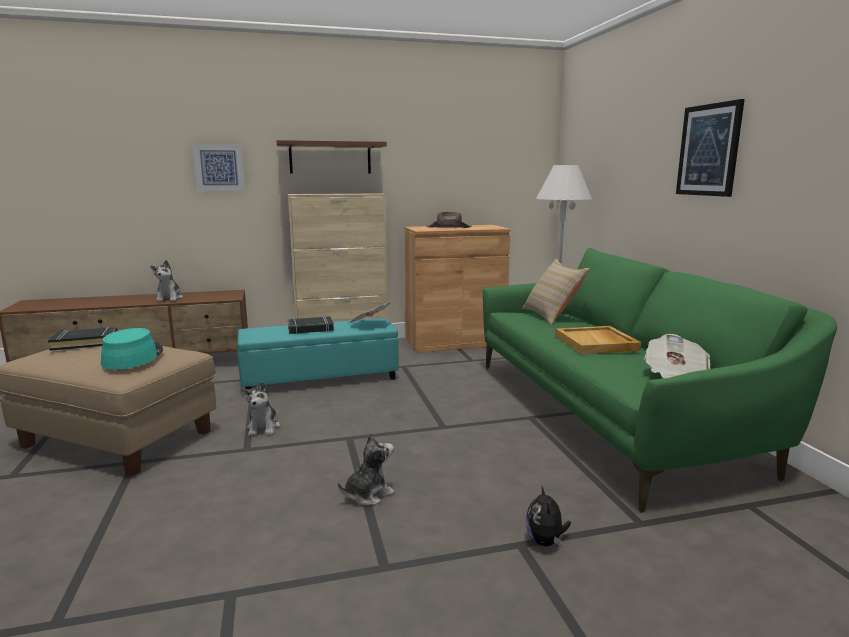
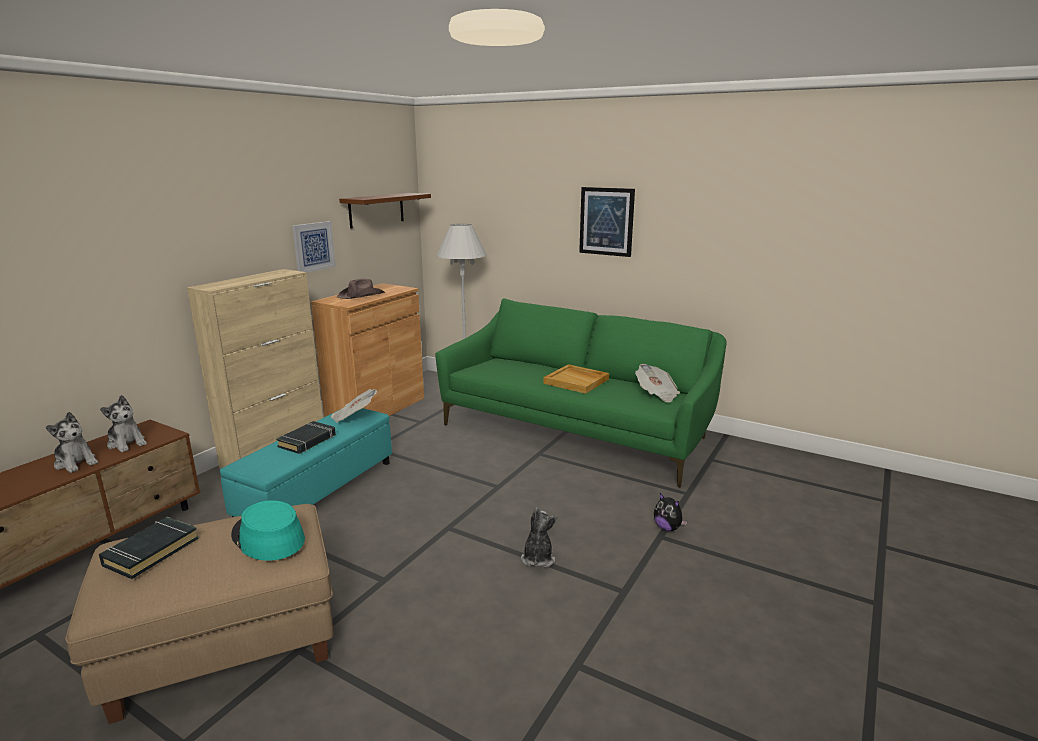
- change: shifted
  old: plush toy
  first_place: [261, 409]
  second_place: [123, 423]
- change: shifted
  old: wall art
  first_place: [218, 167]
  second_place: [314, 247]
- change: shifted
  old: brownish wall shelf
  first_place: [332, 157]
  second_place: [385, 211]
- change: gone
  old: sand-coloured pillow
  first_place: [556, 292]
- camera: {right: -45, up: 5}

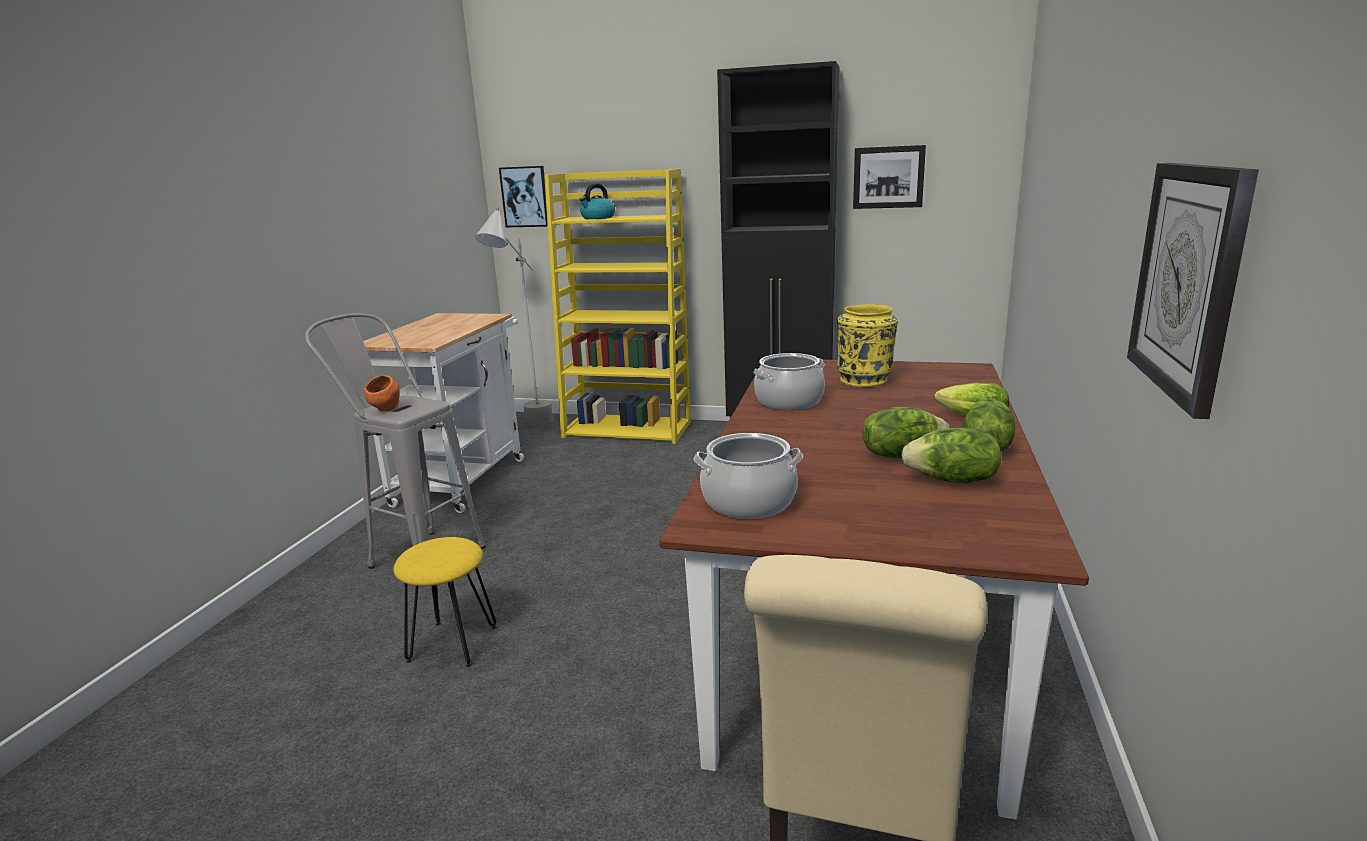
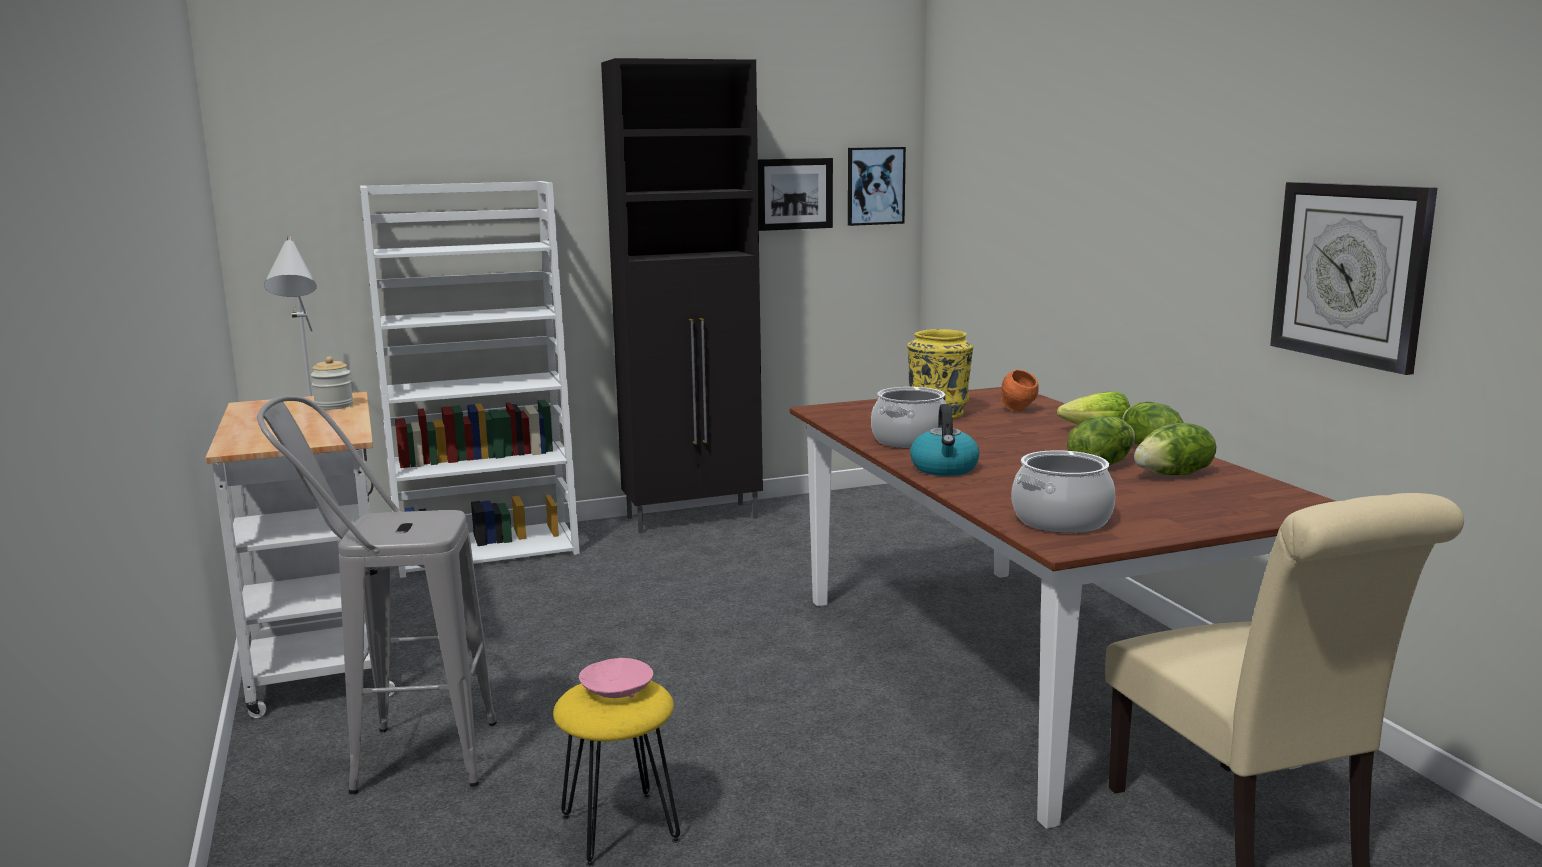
- change: new
  new: storage jar
  second_place: [332, 383]
- change: repainted
  old: yellow bookcase
  new: whitish bookcase
  first_place: [617, 306]
  second_place: [470, 379]
- change: new
  new: pinkish deep dish
  second_place: [616, 678]
- change: shifted
  old: wall art
  first_place: [523, 196]
  second_place: [877, 186]
- change: shifted
  old: tea kettle
  first_place: [597, 201]
  second_place: [944, 440]
- change: shifted
  old: orange-coloured deep dish
  first_place: [382, 393]
  second_place: [1020, 390]
- camera: {right: -35, up: -5}

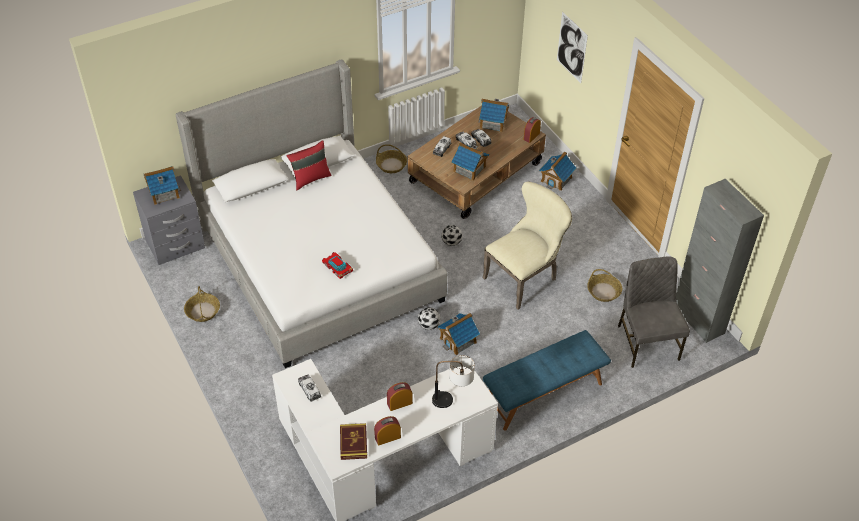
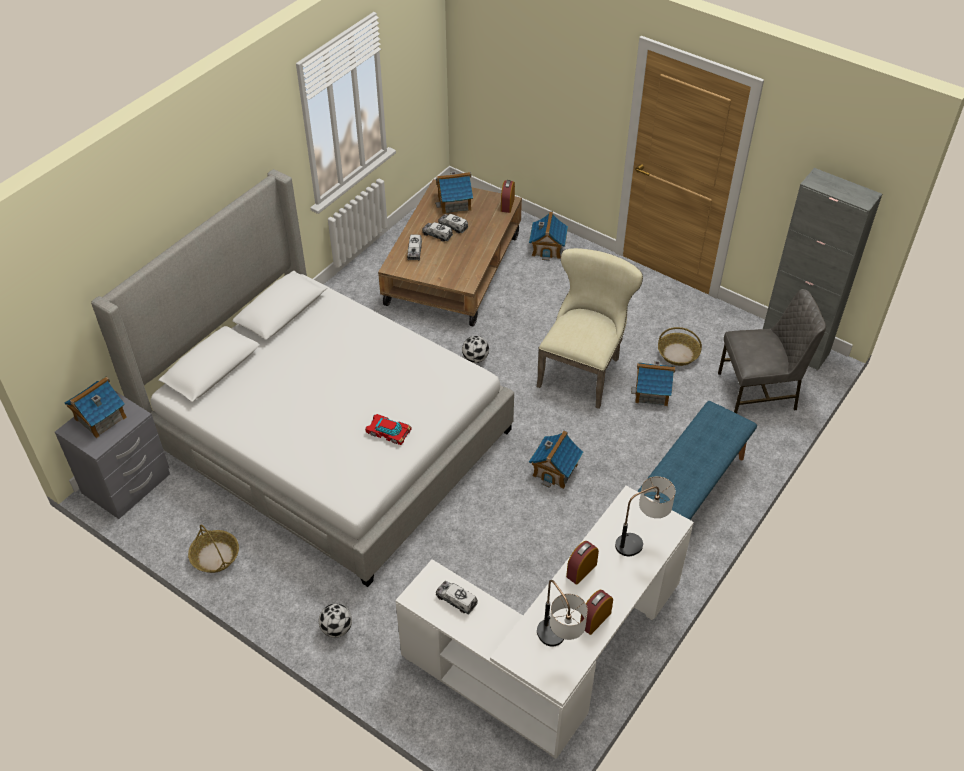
- change: shifted
  old: football ball
  first_place: [429, 318]
  second_place: [335, 621]
- change: swapped
  old: volume
  new: lamp for a table
  first_place: [353, 441]
  second_place: [562, 613]
- change: shifted
  old: toy house
  first_place: [470, 161]
  second_place: [653, 383]
- change: rotated
  old: greyish upright chair
  first_place: [654, 312]
  second_place: [772, 351]
  degrees: 120
- change: gone
  old: red-coloured pillow
  first_place: [309, 165]
- change: gone
  old: household basket
  first_place: [391, 158]
- change: gone
  old: wall art
  first_place: [572, 47]
- camera: {right: -25, up: 0}

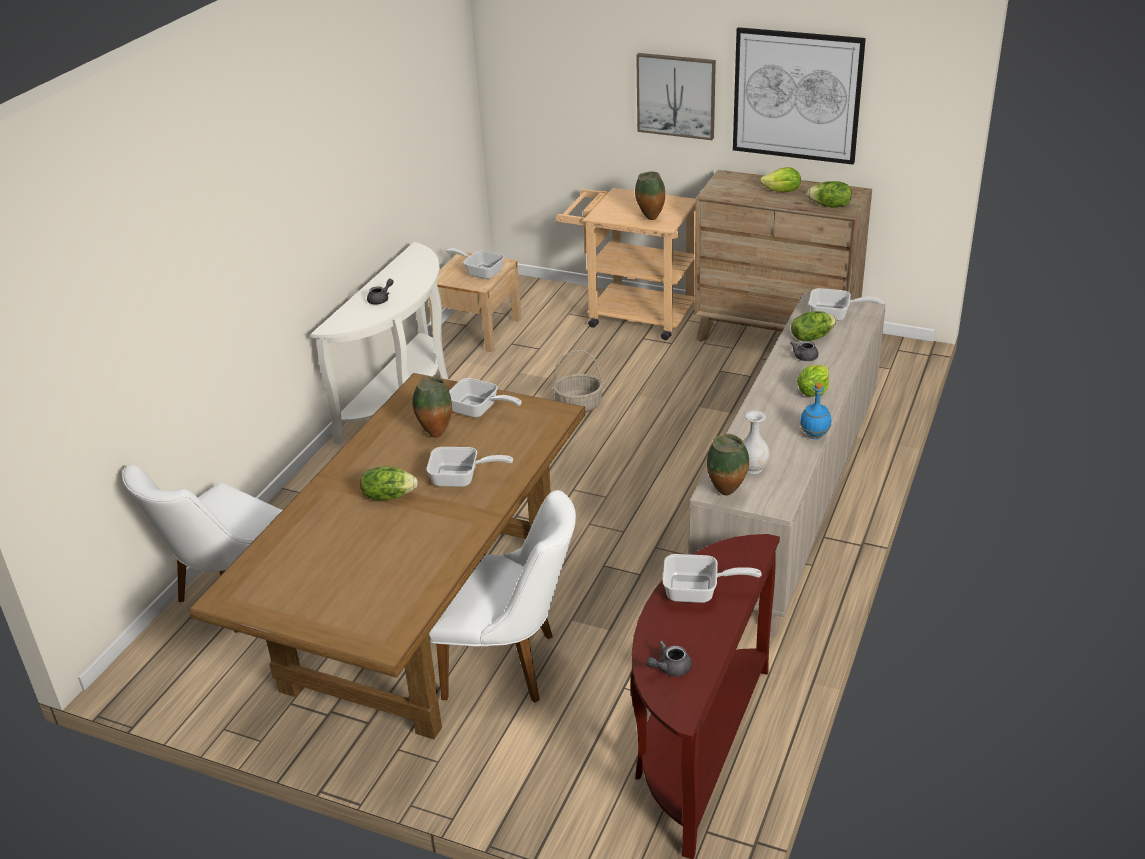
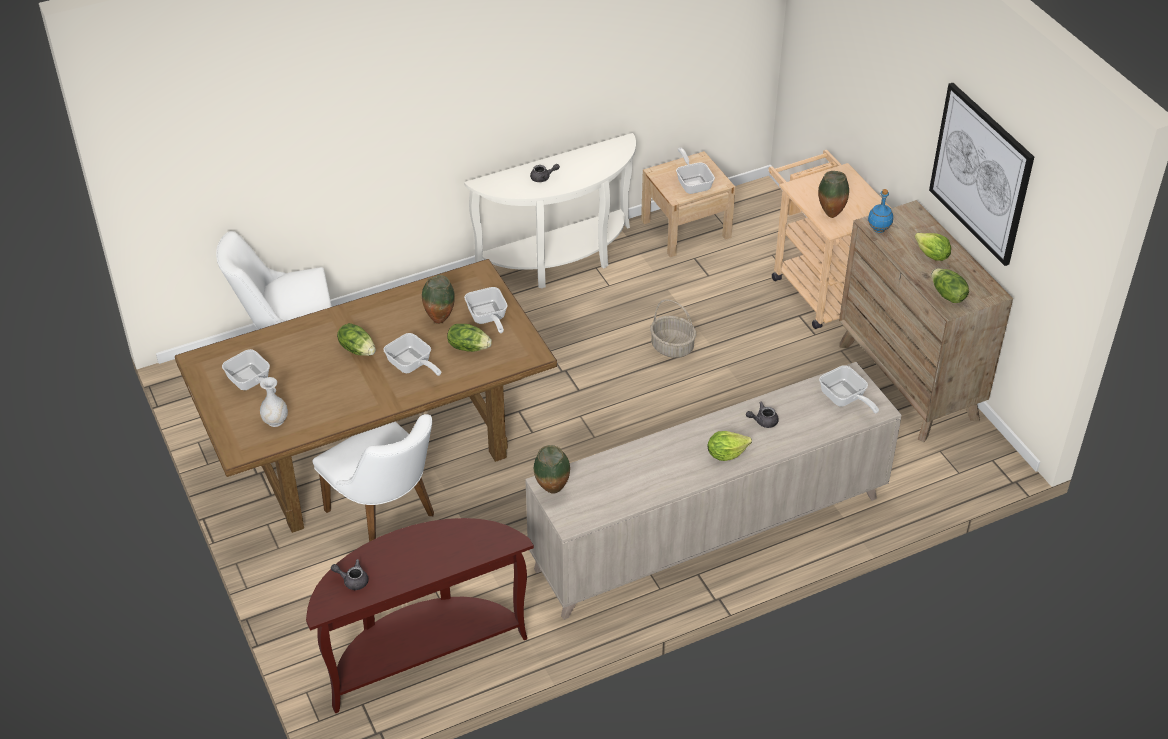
- change: shifted
  old: skillet
  first_place: [712, 578]
  second_place: [249, 371]
- change: shifted
  old: whitish decorative vase
  first_place: [756, 442]
  second_place: [274, 402]
- change: shifted
  old: lettuce head
  first_place: [813, 326]
  second_place: [469, 338]
- change: shifted
  old: bluish drink bottle
  first_place: [815, 411]
  second_place: [880, 211]
- change: gone
  old: wall art
  first_place: [676, 96]
- camera: {right: 40, up: 10}

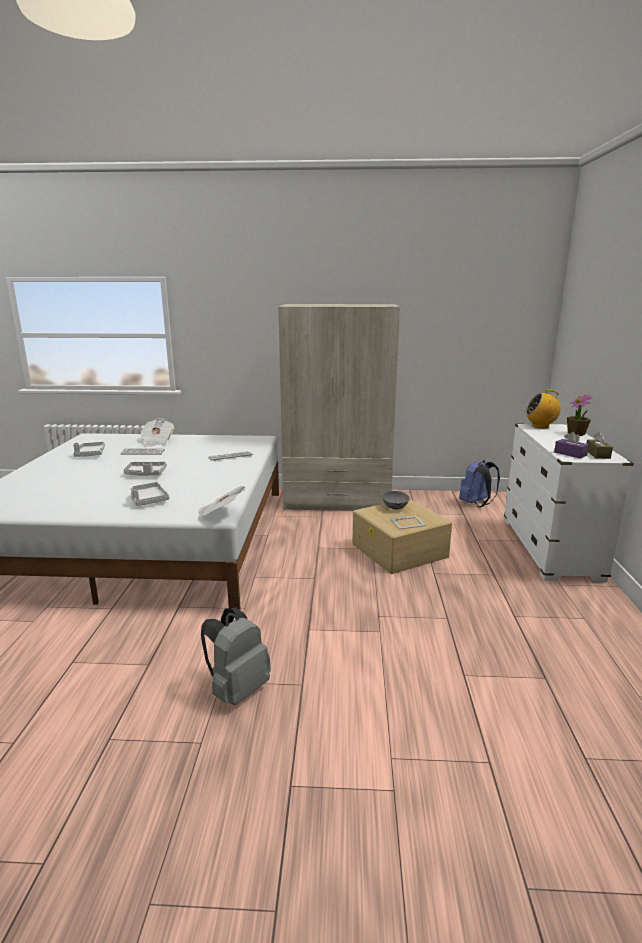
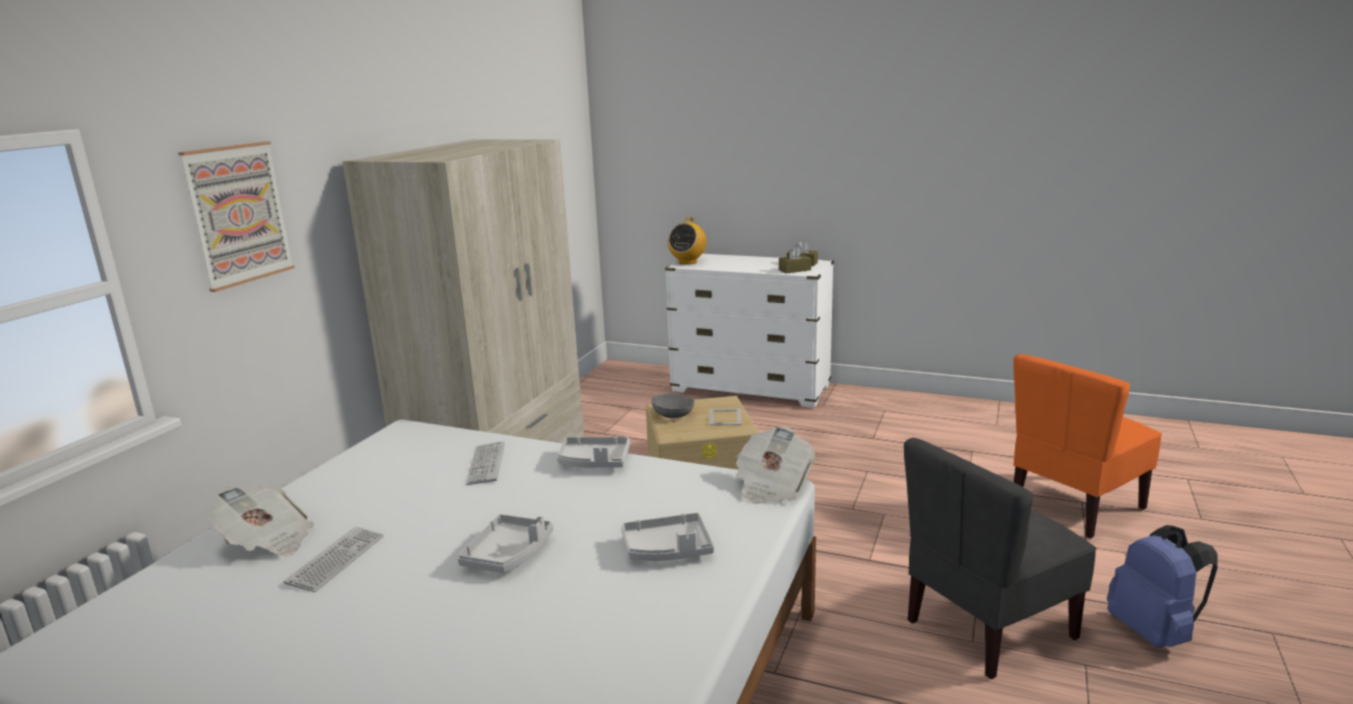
- change: new
  new: wall art
  second_place: [236, 216]
- change: shifted
  old: greyish serving tray
  first_place: [89, 449]
  second_place: [593, 452]
- change: repainted
  old: purple tissue box
  new: brownish tissue box
  first_place: [571, 445]
  second_place: [795, 260]
- change: swapped
  old: greyish rucksack
  new: greyish upright chair
  first_place: [236, 656]
  second_place: [1000, 558]
- change: new
  new: orange-coloured upright chair
  second_place: [1087, 446]
- change: shifted
  old: bluish rucksack
  first_place: [479, 483]
  second_place: [1162, 586]
- change: gone
  old: houseplant
  first_place: [579, 415]
- camera: {right: -70, up: 0}

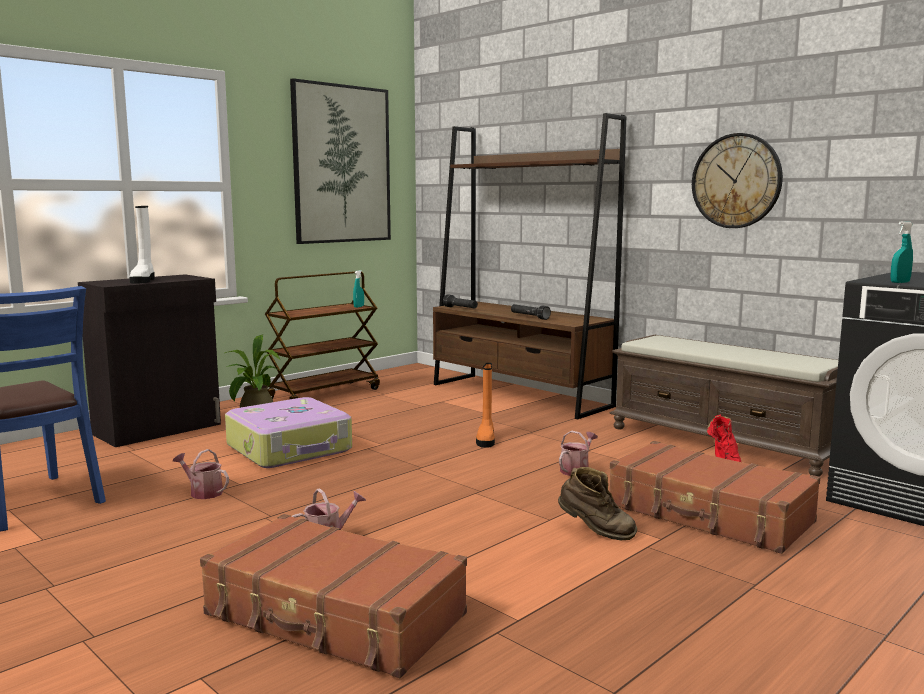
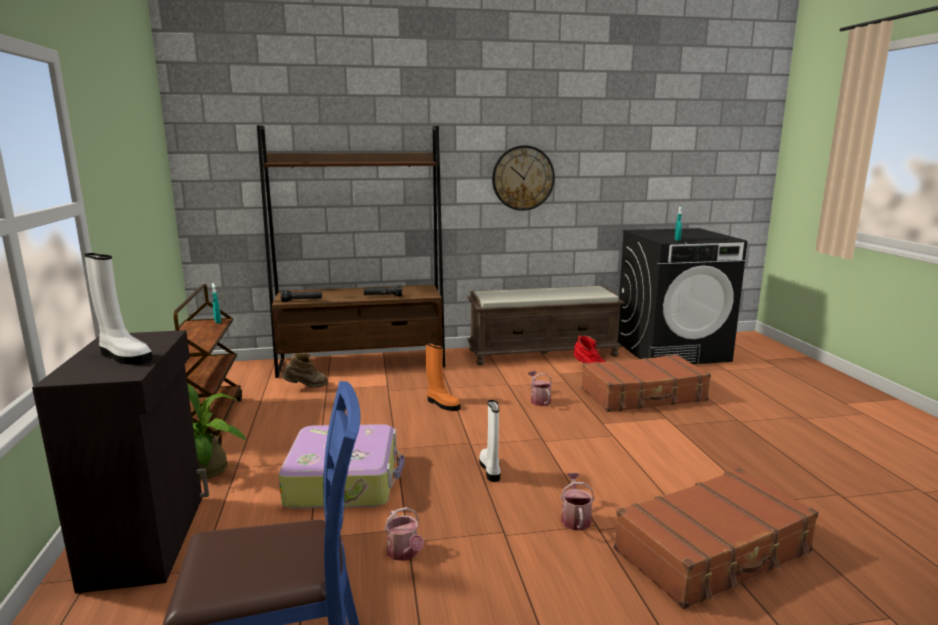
- change: shifted
  old: brownish boot
  first_place: [597, 503]
  second_place: [305, 370]
- change: rotated
  old: watering can
  first_place: [201, 474]
  second_place: [404, 534]
  degrees: -90
- change: new
  new: whitish boot
  second_place: [490, 441]
- change: gone
  old: wall art
  first_place: [340, 161]
- camera: {right: -55, up: 5}

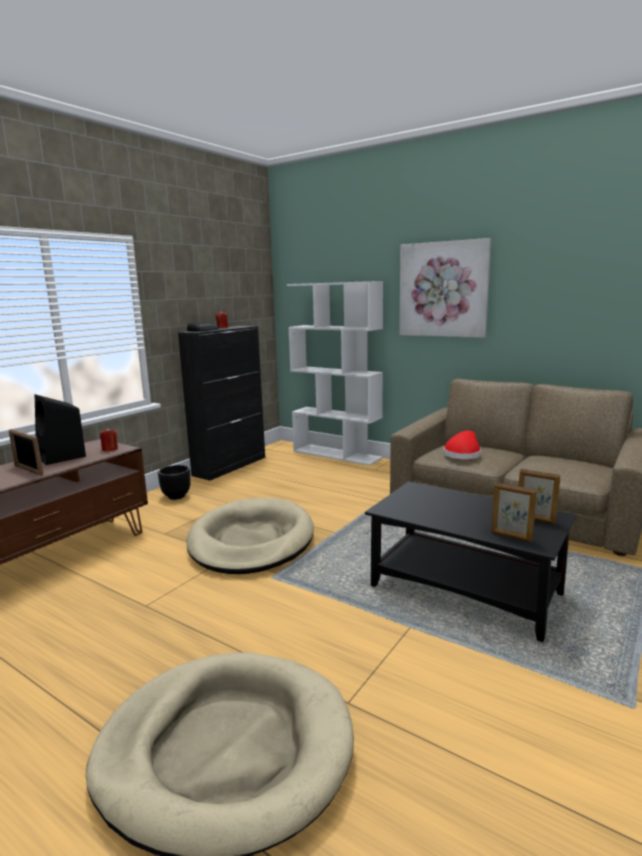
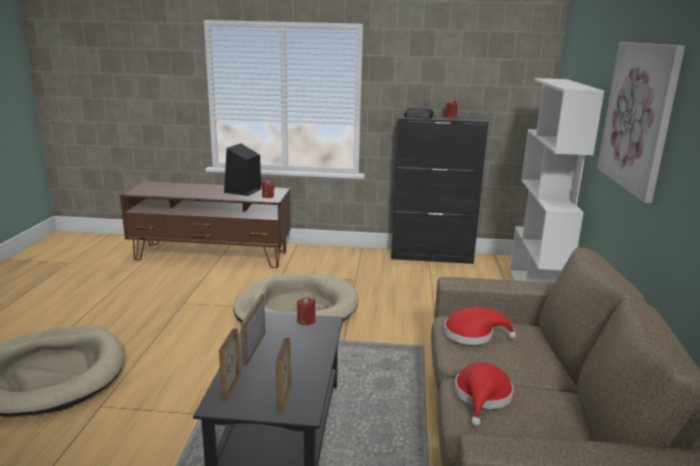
- change: shifted
  old: standing frame
  first_place: [26, 452]
  second_place: [253, 330]
- change: new
  new: red-coloured candle
  second_place: [306, 311]
- change: new
  new: red-coloured clothing hat
  second_place: [484, 394]
- change: gone
  old: black plant pot
  first_place: [174, 482]
- camera: {right: 60, up: 5}

